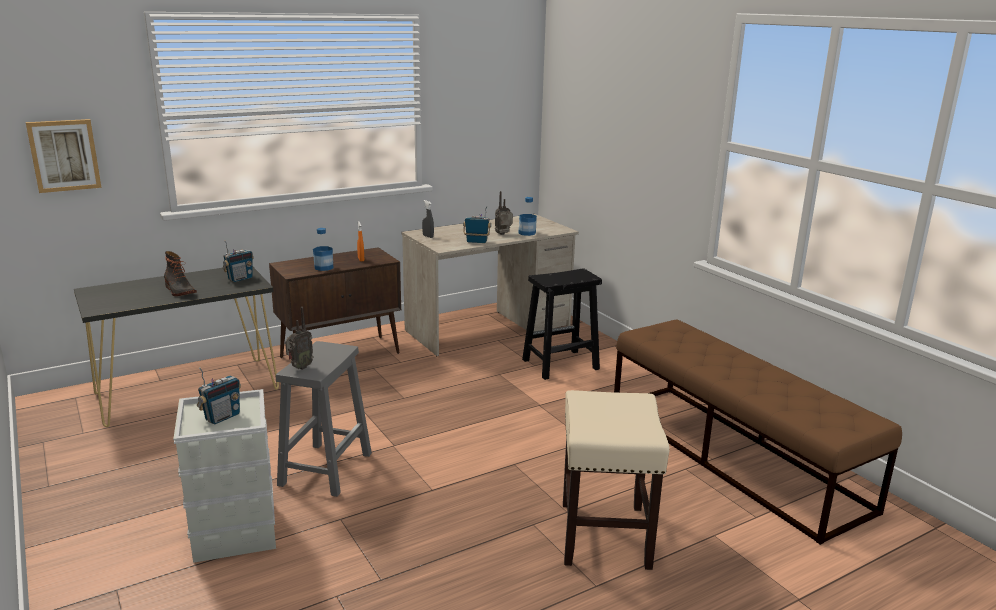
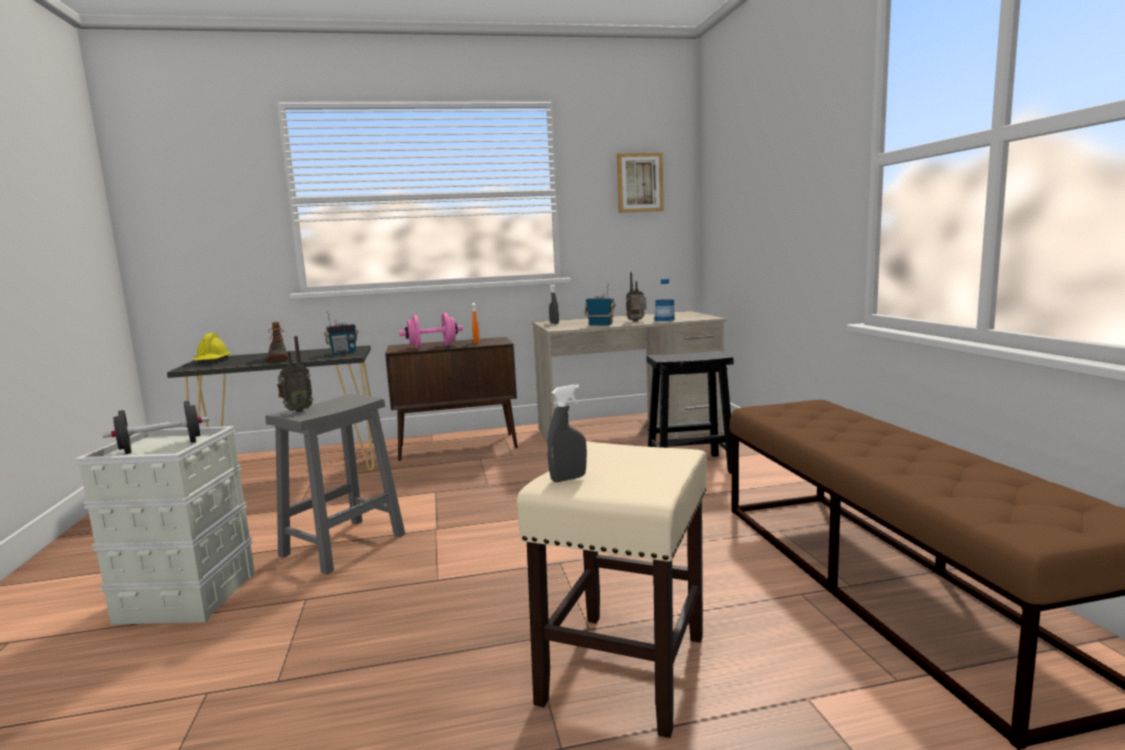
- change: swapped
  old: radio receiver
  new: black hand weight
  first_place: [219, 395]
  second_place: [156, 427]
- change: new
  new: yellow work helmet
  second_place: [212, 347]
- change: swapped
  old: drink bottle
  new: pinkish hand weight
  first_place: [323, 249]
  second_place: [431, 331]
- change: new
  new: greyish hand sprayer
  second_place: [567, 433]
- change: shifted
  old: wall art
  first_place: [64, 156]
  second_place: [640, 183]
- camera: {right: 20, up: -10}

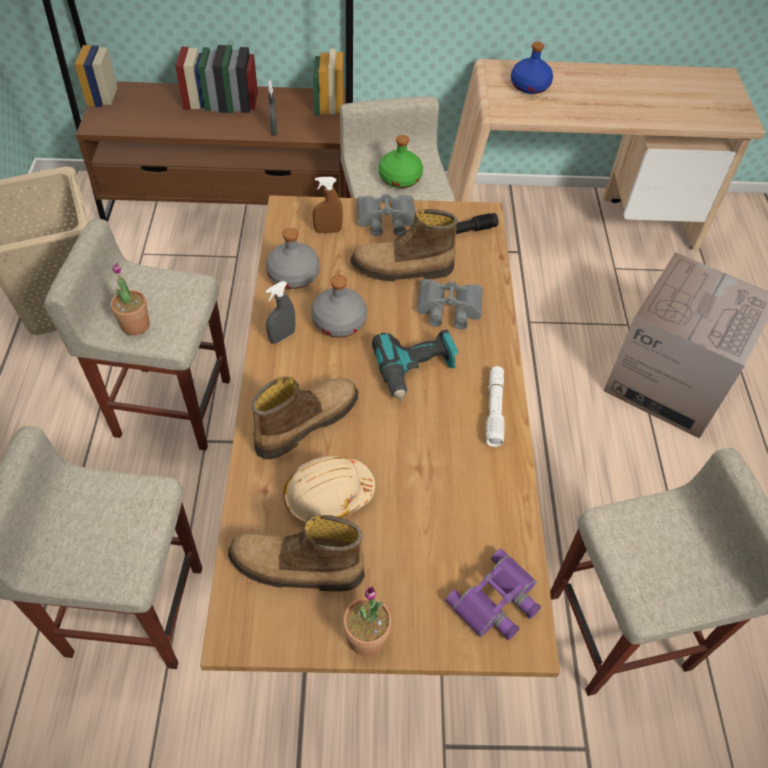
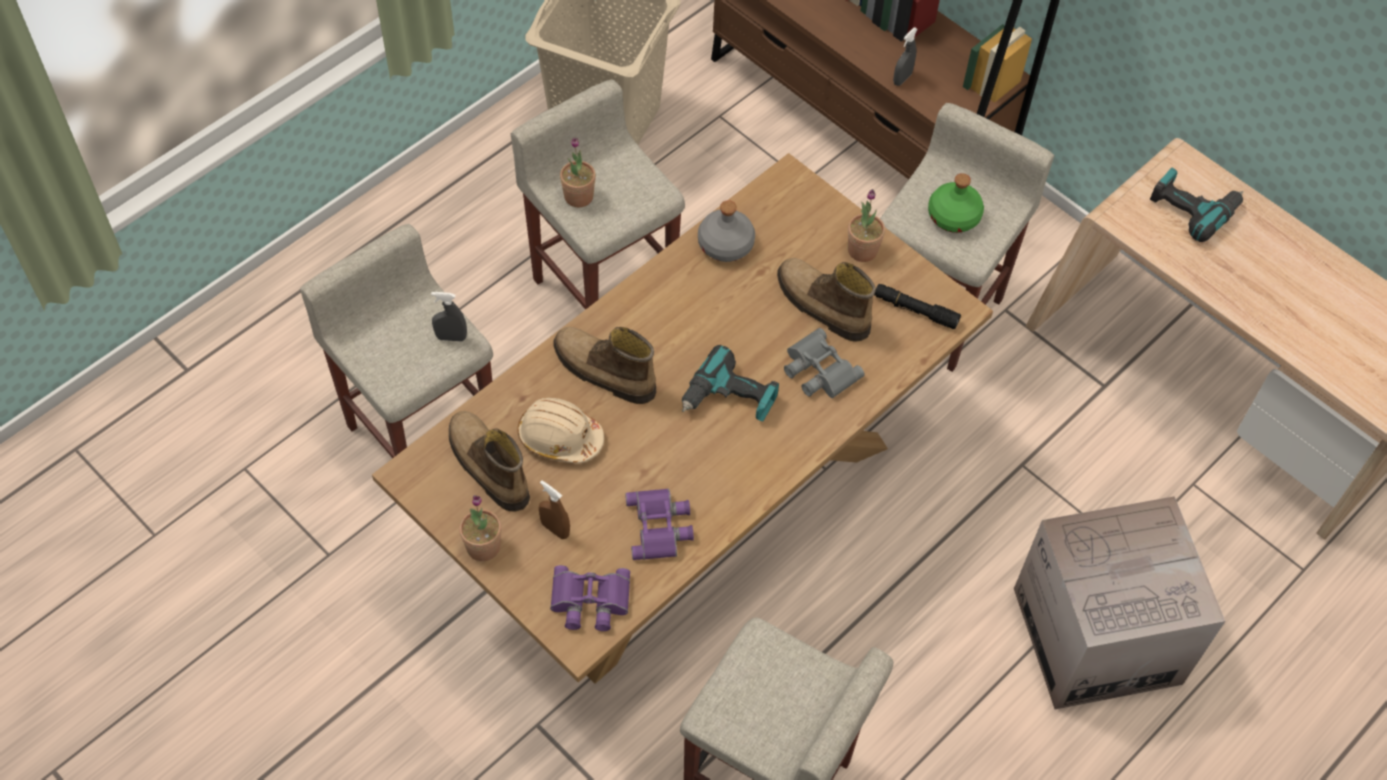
- change: shifted
  old: greyish hand sprayer
  first_place: [280, 312]
  second_place: [449, 316]
- change: shifted
  old: brownish hand sprayer
  first_place: [328, 205]
  second_place: [554, 509]
- change: rotated
  old: boot
  first_place: [305, 417]
  second_place: [604, 365]
  degrees: -150
- change: new
  new: purple binoculars
  second_place: [659, 524]
- change: swapped
  old: greyish binoculars
  new: houseplant
  first_place: [386, 215]
  second_place: [866, 225]
- change: swapped
  old: bluish drink bottle
  new: drill
  first_place: [532, 68]
  second_place: [1196, 205]
- change: gone
  old: greyish drink bottle
  first_place: [339, 306]
- change: gone
  old: whitish flashlight
  first_place: [495, 406]
- camera: {right: 45, up: 5}

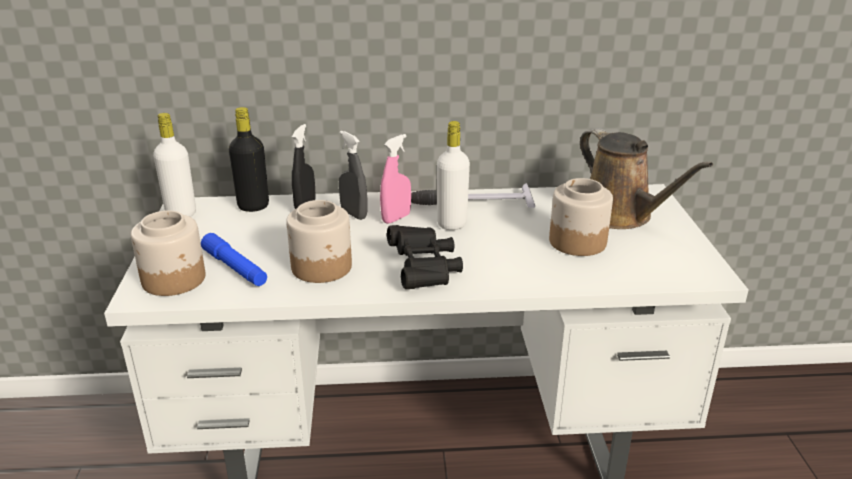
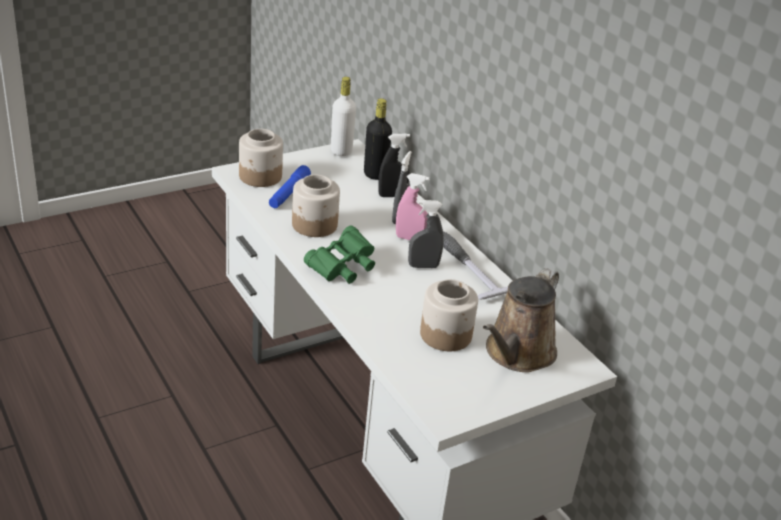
- change: repainted
  old: black binoculars
  new: green-coloured binoculars
  first_place: [425, 257]
  second_place: [339, 255]
- change: swapped
  old: whitish drink bottle
  new: greyish hand sprayer
  first_place: [453, 175]
  second_place: [426, 234]
- camera: {right: 60, up: 5}

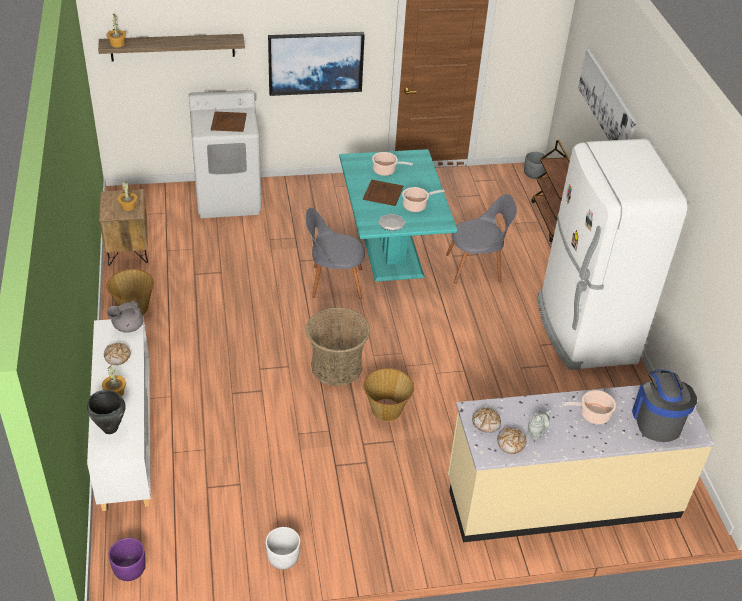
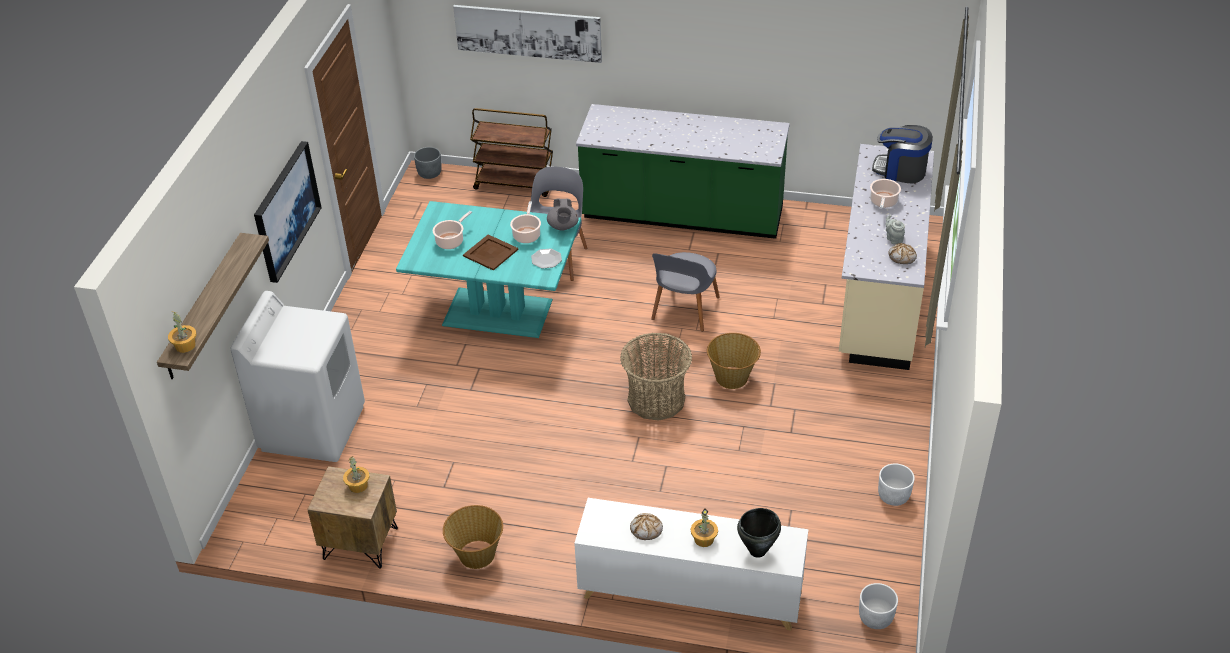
- change: shifted
  old: greyish teapot
  first_place: [125, 316]
  second_place: [563, 214]
- change: swapped
  old: whitish fridge
  new: green-coloured kitchen counter
  first_place: [612, 254]
  second_place: [683, 171]
- change: shifted
  old: greyish upright chair
  first_place: [335, 253]
  second_place: [685, 292]
- change: repainted
  old: purple plant pot
  new: whitish plant pot
  first_place: [127, 559]
  second_place: [878, 606]
- change: gone
  old: brownish serving tray
  first_place: [229, 122]
- change: gone
  old: bread
  first_place: [486, 420]
- camera: {right: -65, up: 0}

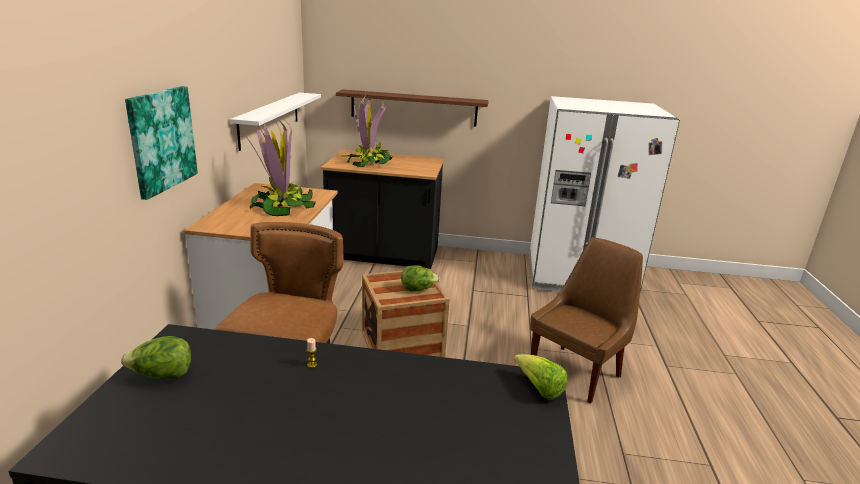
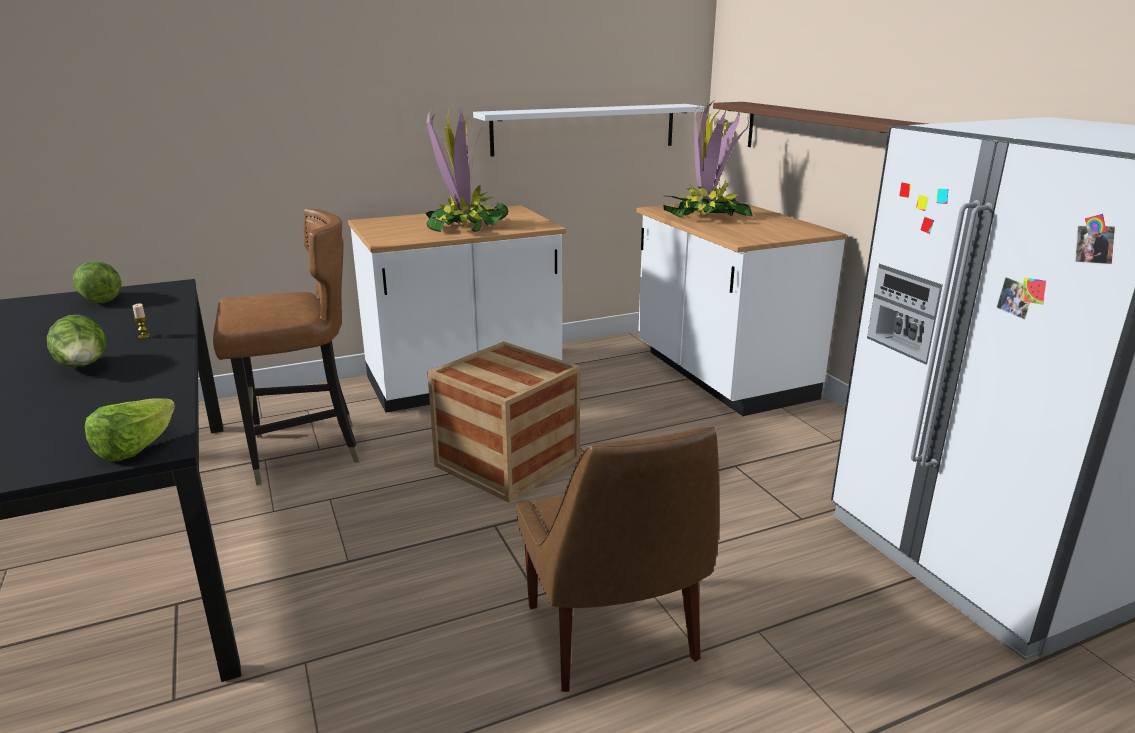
- change: shifted
  old: lettuce head
  first_place: [420, 278]
  second_place: [76, 341]
- change: rotated
  old: brownish upright chair
  first_place: [586, 320]
  second_place: [618, 559]
  degrees: 60
- change: repainted
  old: black kitchen counter
  new: whitish kitchen counter
  first_place: [382, 209]
  second_place: [741, 307]
- change: gone
  old: wall art
  first_place: [161, 143]
- camera: {right: 60, up: 0}

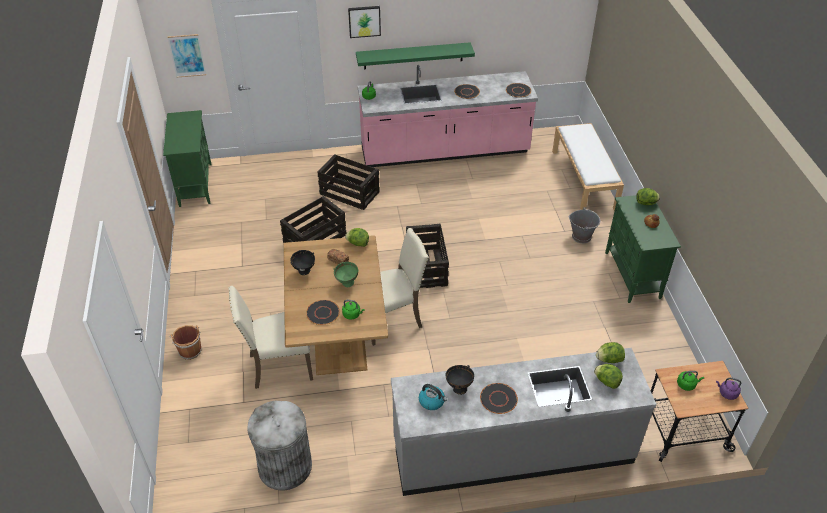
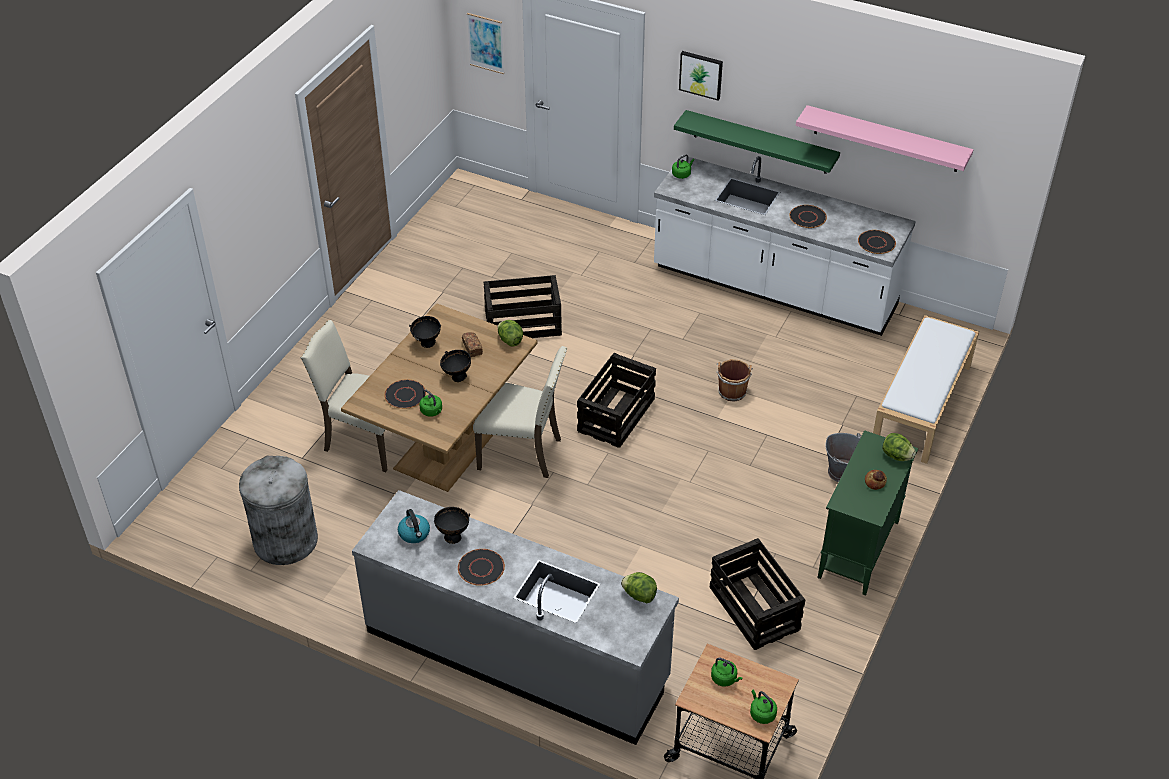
- change: repainted
  old: green-coloured deep dish
  new: black deep dish
  first_place: [346, 274]
  second_place: [455, 366]
- change: repainted
  old: pinkish kitchen counter
  new: whitish kitchen counter
  first_place: [448, 116]
  second_place: [785, 245]
- change: shifted
  old: shipping crate
  first_place: [348, 182]
  second_place: [757, 594]
- change: shifted
  old: brownish water bucket
  first_place: [186, 342]
  second_place: [735, 380]
- change: repainted
  old: purple tea kettle
  new: green-coloured tea kettle
  first_place: [728, 389]
  second_place: [763, 706]
- change: new
  new: pinkish wall shelf
  second_place: [884, 138]
- change: gone
  old: green-coloured cupboard
  first_place: [187, 158]
- change: gone
  old: lettuce head
  first_place: [608, 376]
- camera: {right: 35, up: 0}

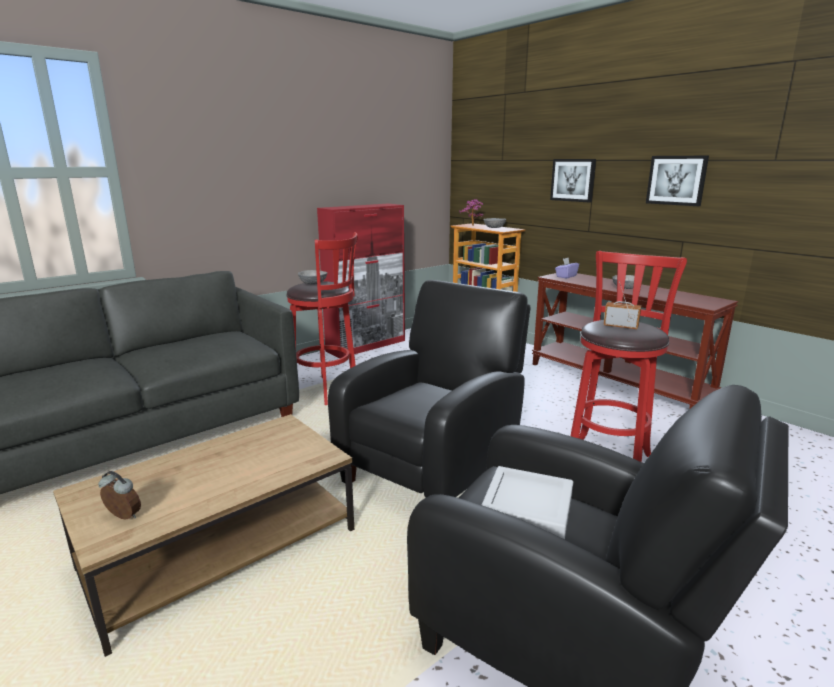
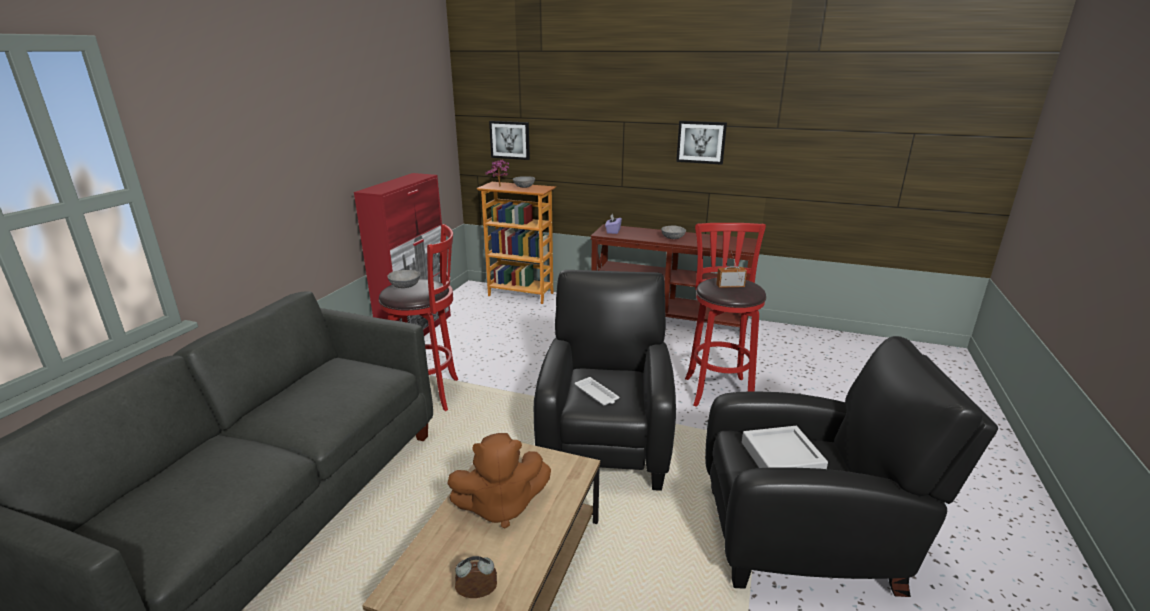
- change: new
  new: brownish plush toy
  second_place: [499, 480]
- change: shifted
  old: wall art
  first_place: [573, 181]
  second_place: [509, 140]
- change: new
  new: whitish serving tray
  second_place: [597, 391]
- camera: {right: -30, up: 5}

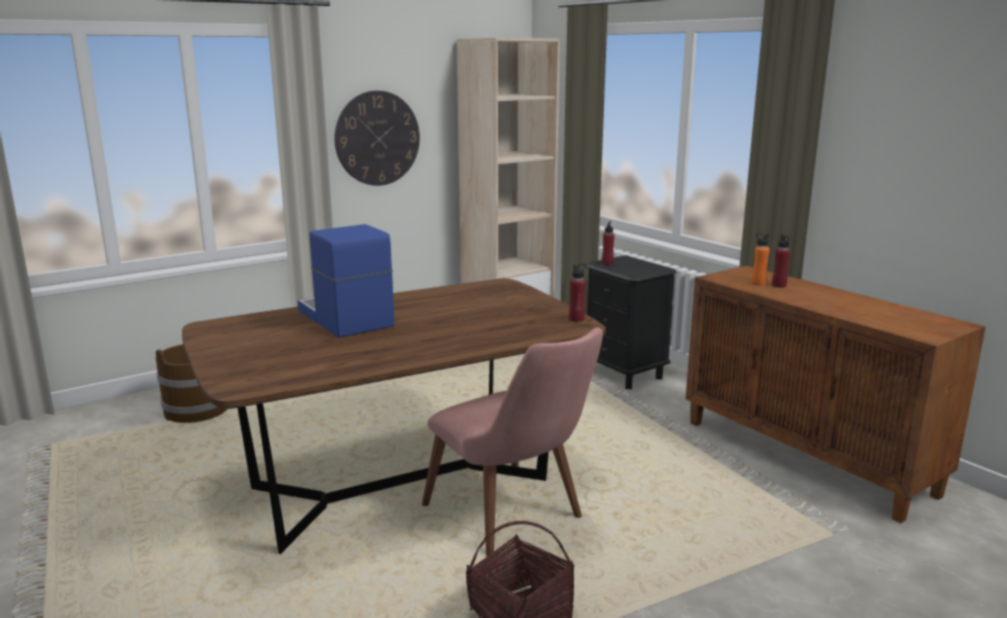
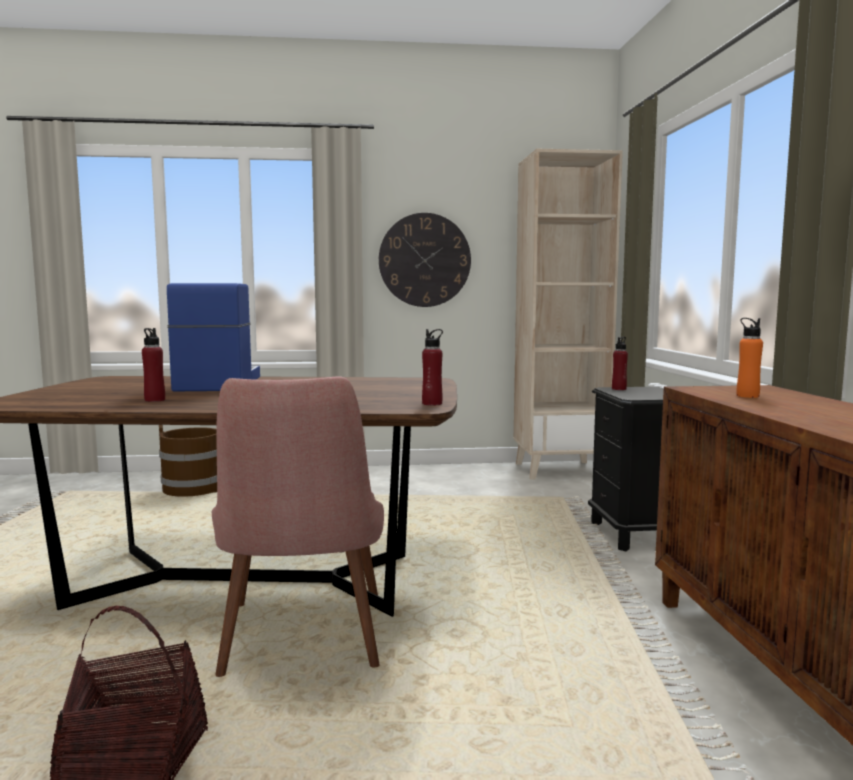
- change: shifted
  old: red-coloured drink bottle
  first_place: [781, 261]
  second_place: [153, 365]
- camera: {right: 30, up: -10}

